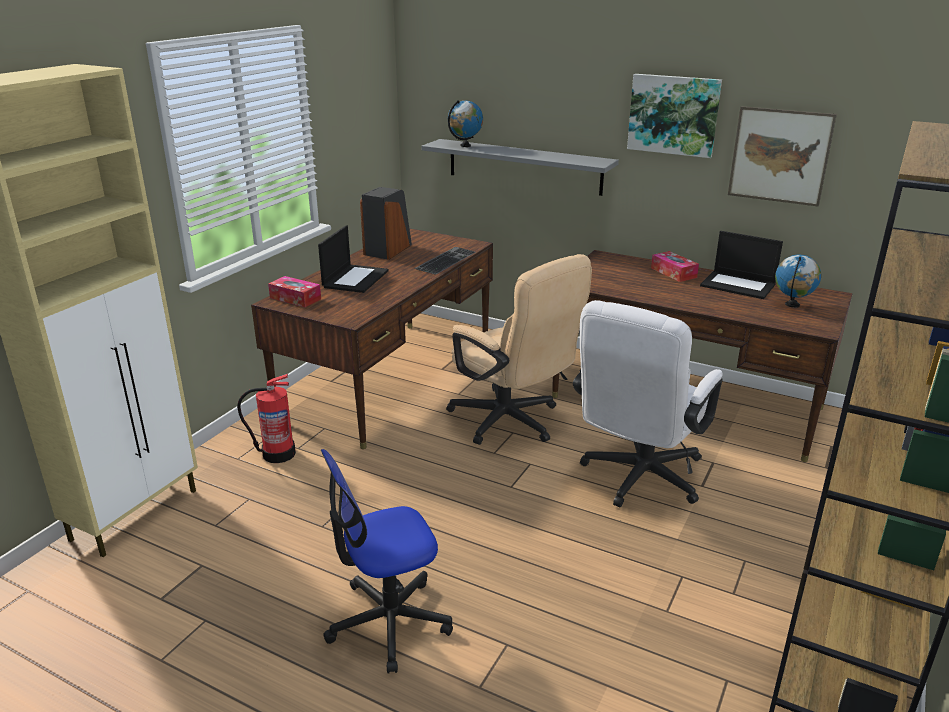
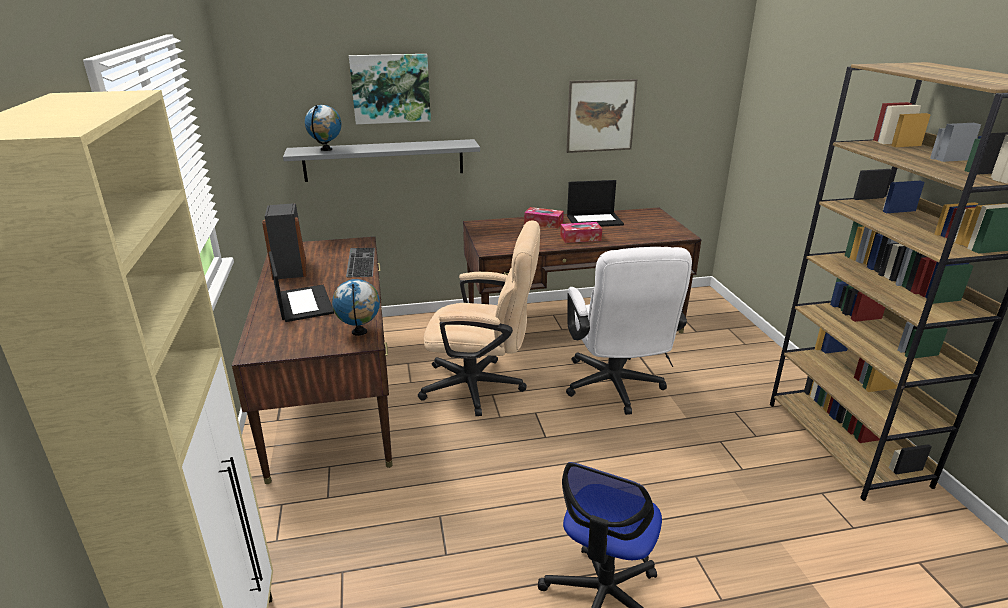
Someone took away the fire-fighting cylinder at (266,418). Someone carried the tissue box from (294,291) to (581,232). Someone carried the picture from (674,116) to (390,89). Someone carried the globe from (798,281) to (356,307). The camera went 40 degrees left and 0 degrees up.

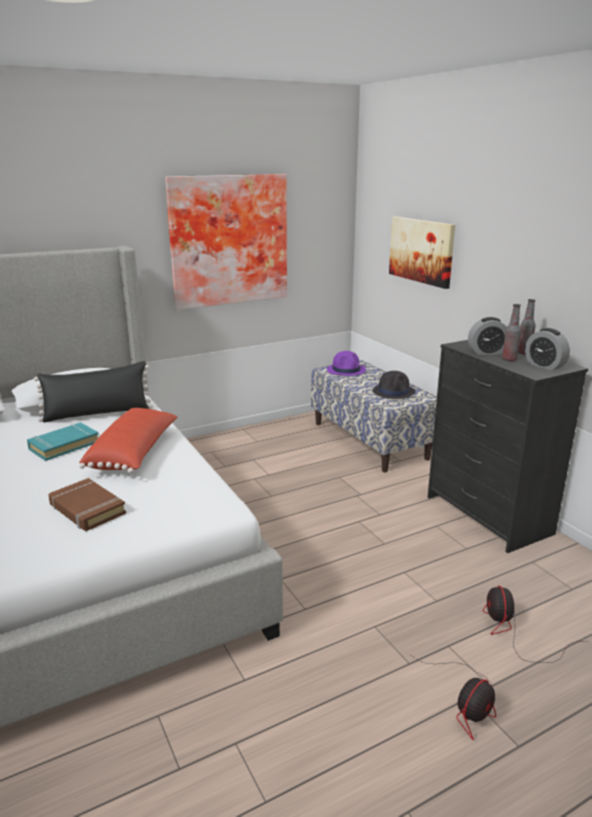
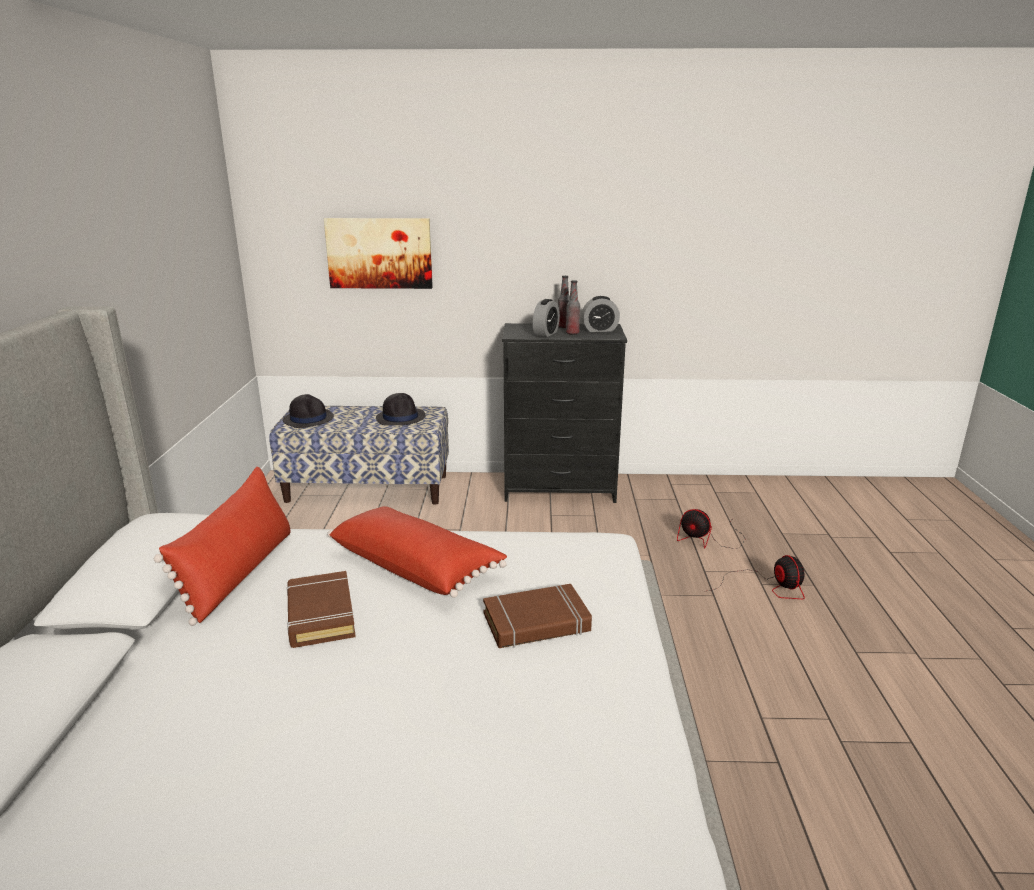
Someone repainted the book (turquoise-coloured) at (63,441), which became the book (brown) at (321,609). Someone repainted the pillow (black-coloured) at (93,391), which became the pillow (red-coloured) at (222,546). Someone took away the picture at (226,242). Someone repainted the wearable hat (purple-coloured) at (346,363), which became the wearable hat (black-coloured) at (308,411). The camera went 60 degrees left and 0 degrees up.

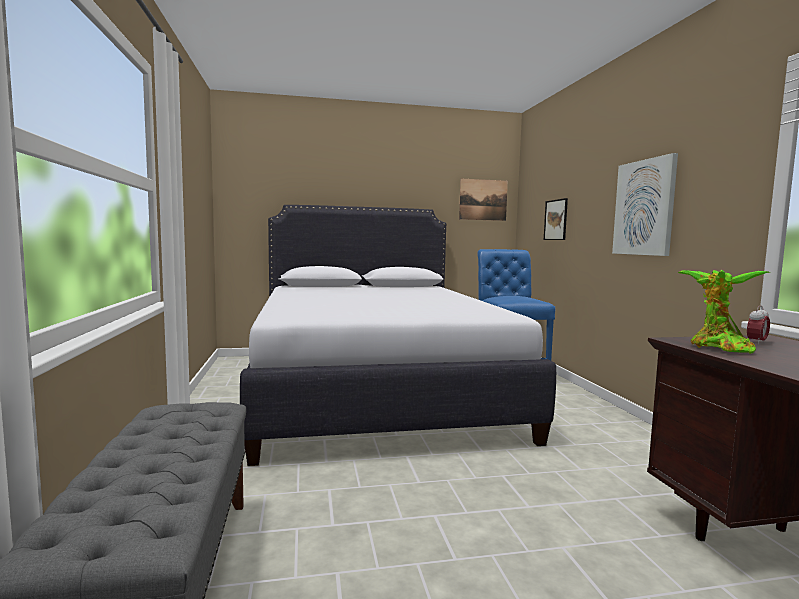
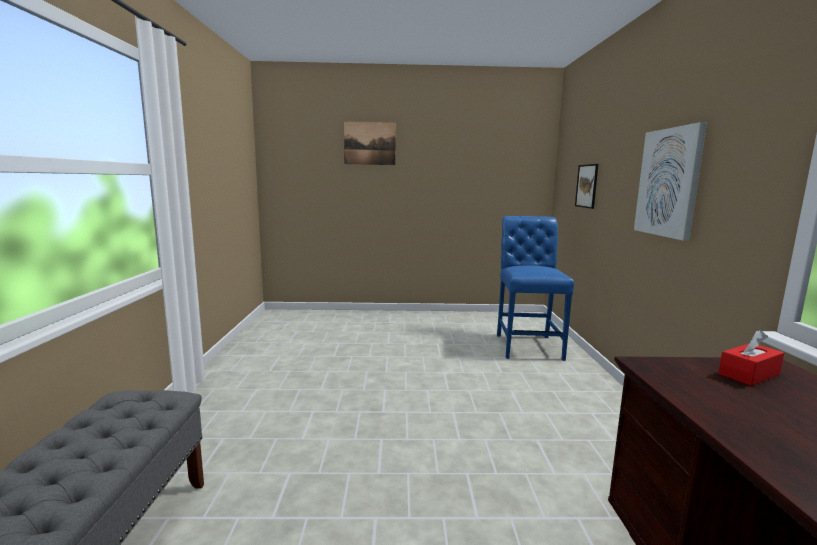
Someone took away the bedroom bed (whitish) at (398,335). Someone carried the picture from (483,200) to (370,143). Someone took away the plant in a pot at (724,312). Someone swapped the bedside clock at (758,325) for the tissue box (red-coloured) at (751,358). The camera went 10 degrees right and 5 degrees up.

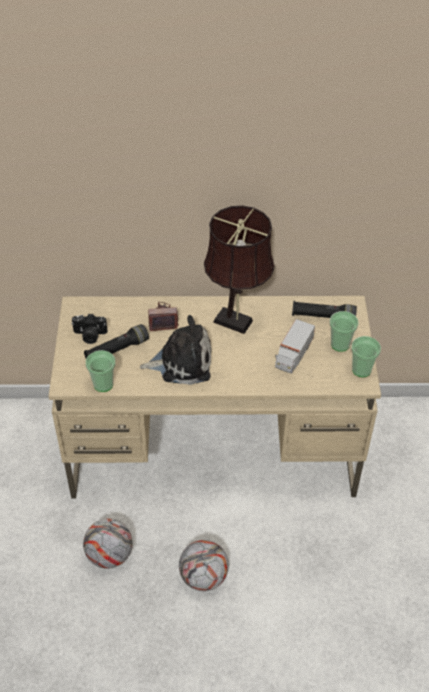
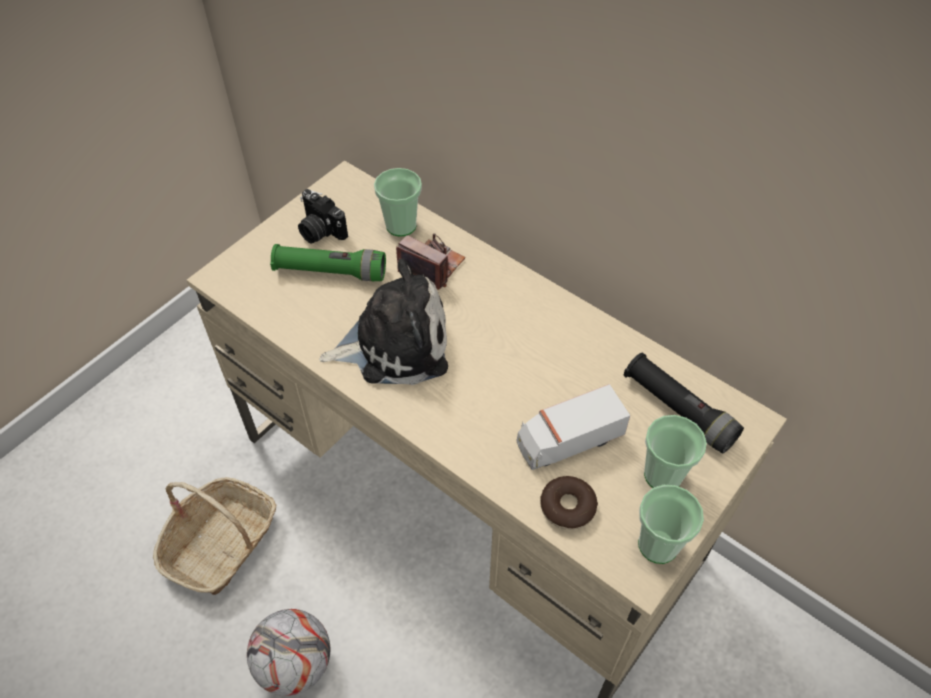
Someone swapped the ball for football at (108,543) for the basket at (214,536). Someone repainted the hand torch (black-coloured) at (116,341), which became the hand torch (green-coloured) at (328,262). Someone carried the cup from (100,371) to (398,202). Someone rotated the plush toy at (175,350) by 45 degrees counterclockwise. Someone took away the lamp for a table (brown) at (239,269). Someone put down the ring doughnut at (569,503). The camera went 40 degrees right and 5 degrees up.

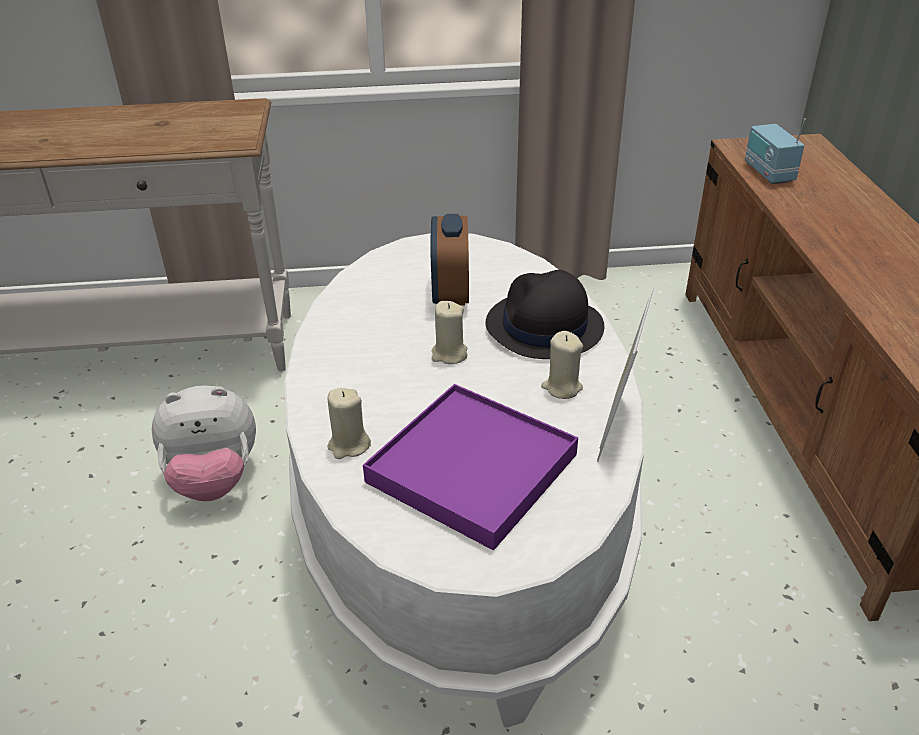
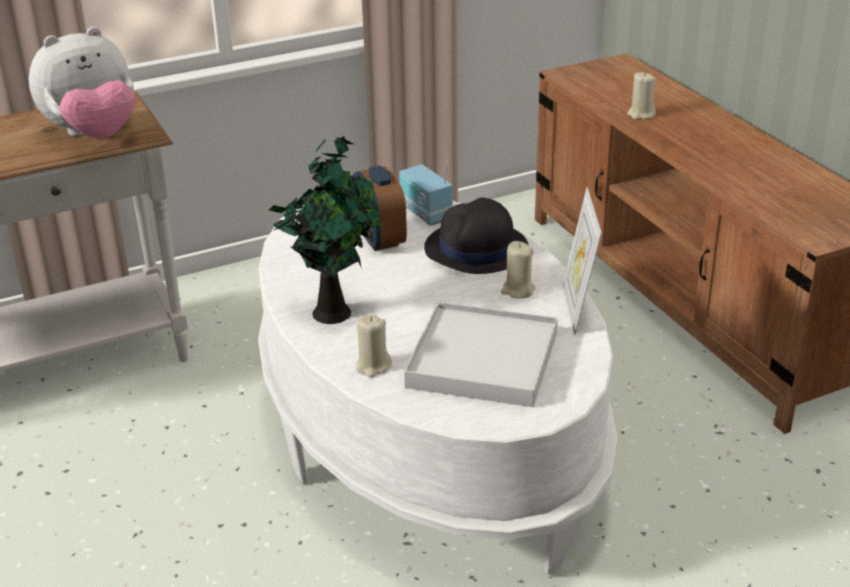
Someone carried the plush toy from (204,443) to (82,83). Someone repainted the serving tray (purple-coloured) at (470,467), which became the serving tray (whitish) at (481,354). Someone carried the wax candle (beige-coloured) from (449,332) to (641,96). Someone carried the radio receiver from (775,151) to (426,193). Someone put down the plant in a pot at (326,230). The camera went 20 degrees left and 5 degrees down.

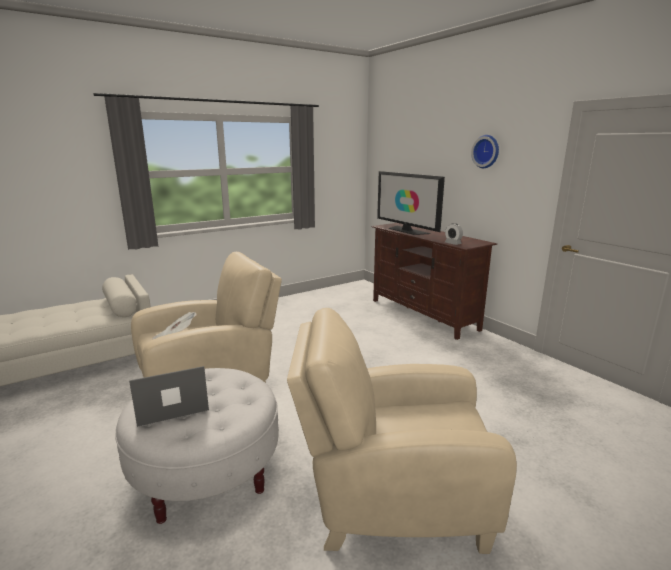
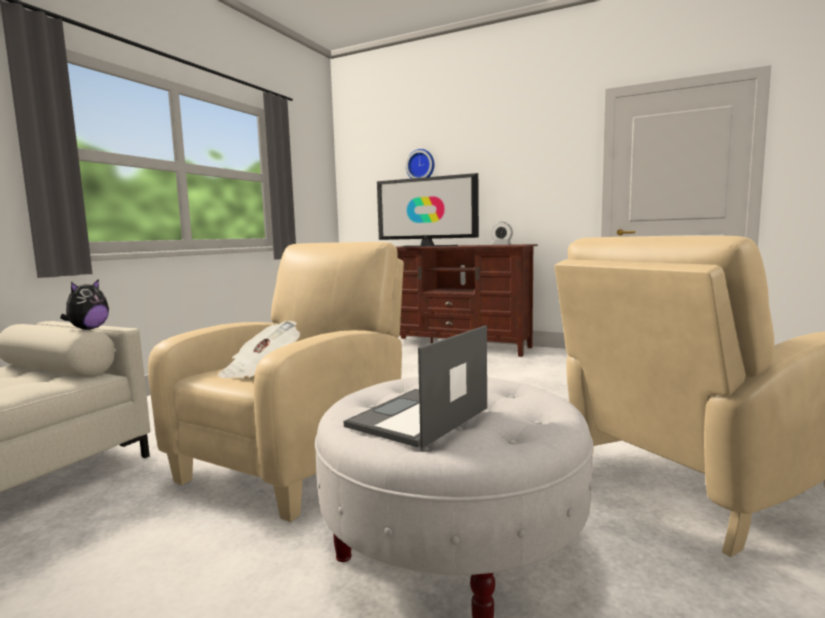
Someone carried the clock on the wall from (485,151) to (420,164). Someone put down the plush toy at (84,304). The camera went 30 degrees left and 10 degrees down.

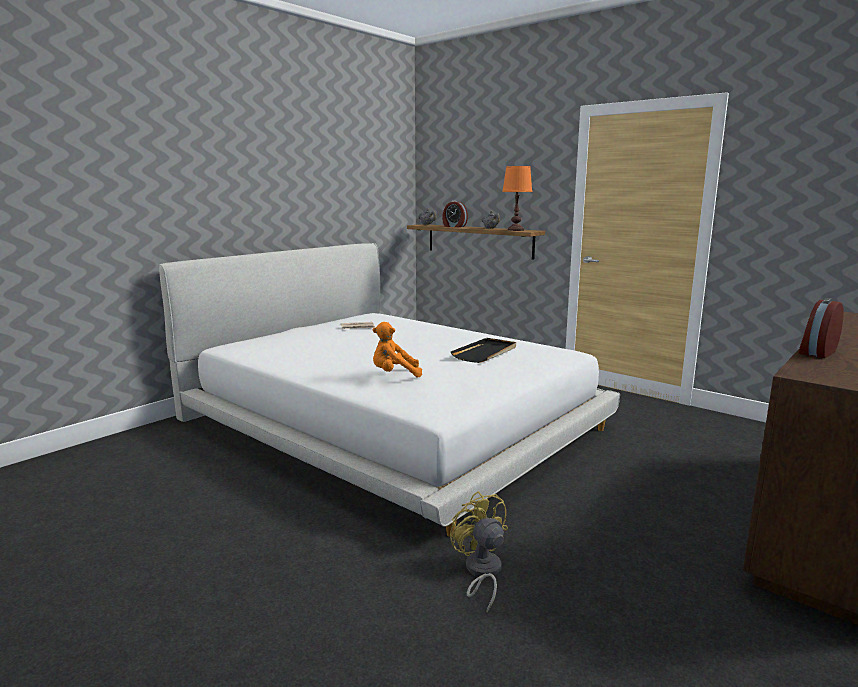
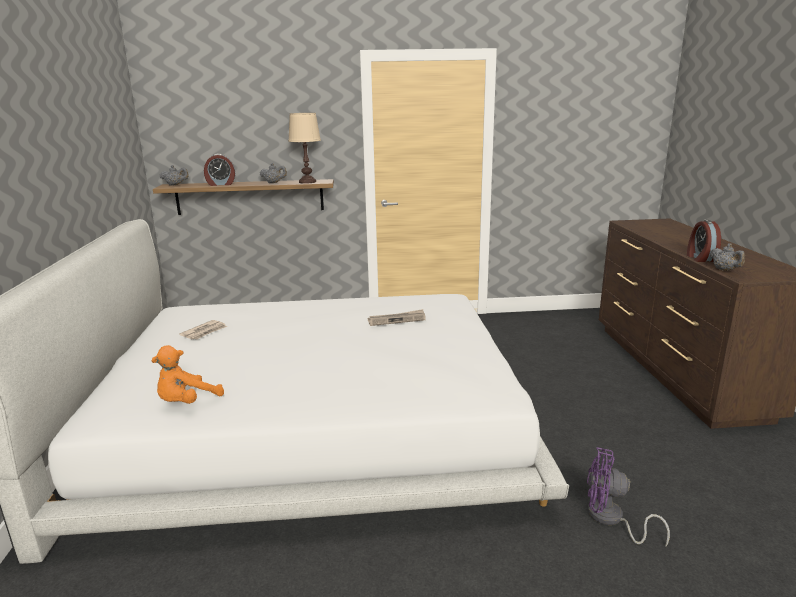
Someone carried the plush toy (orange) from (397,350) to (187,374). Someone repainted the electric fan (yellow-coloured) at (479,551), which became the electric fan (purple-coloured) at (628,497). Someone swapped the serving tray (black-coloured) at (483,350) for the printed paper at (397,317). Someone repainted the lamp for a table (orange) at (517,198), which became the lamp for a table (beige-coloured) at (304,148). Someone put down the tea pot (gray) at (727,257). The camera went 45 degrees left and 5 degrees up.

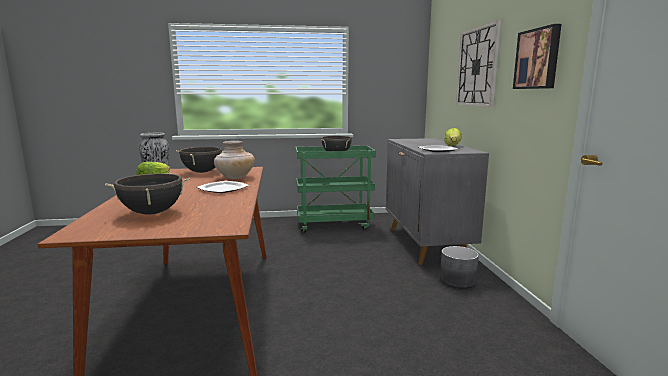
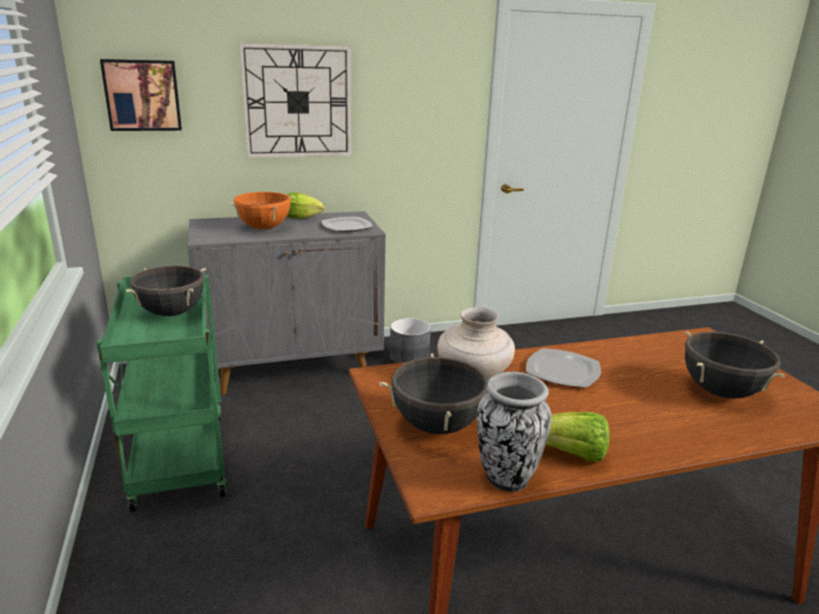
Someone carried the picture from (537,56) to (141,95). Someone put down the stockpot (orange) at (261,210). The camera went 100 degrees left and 10 degrees up.

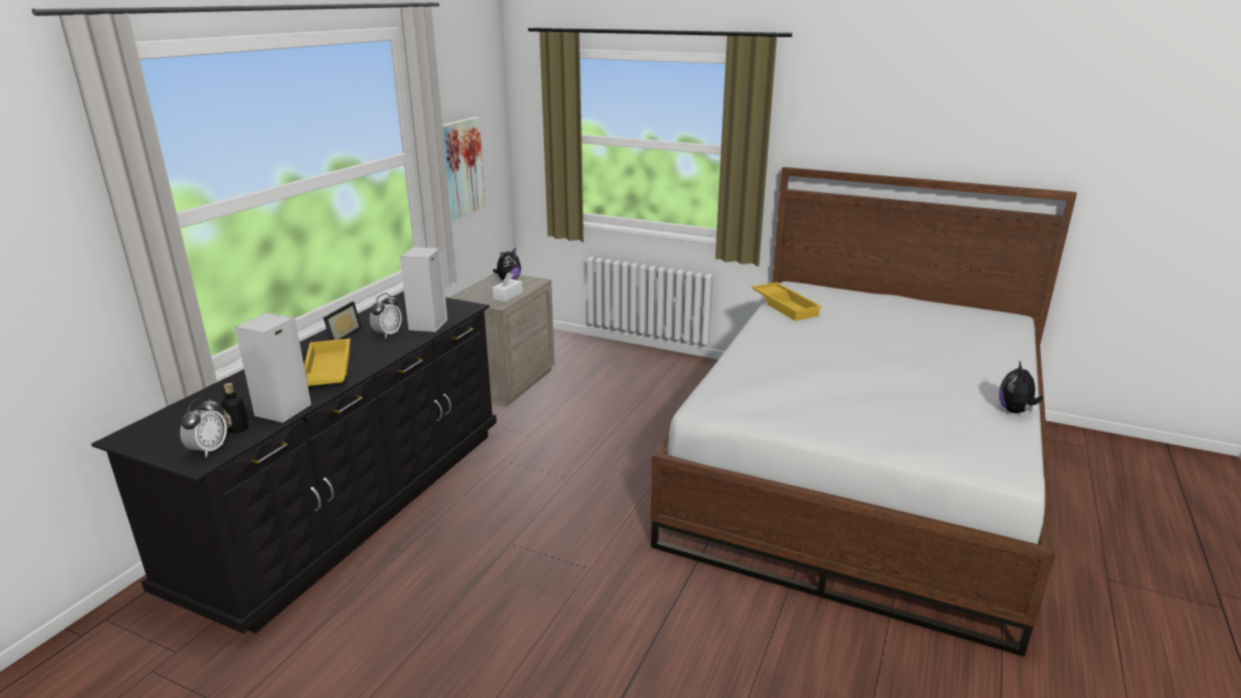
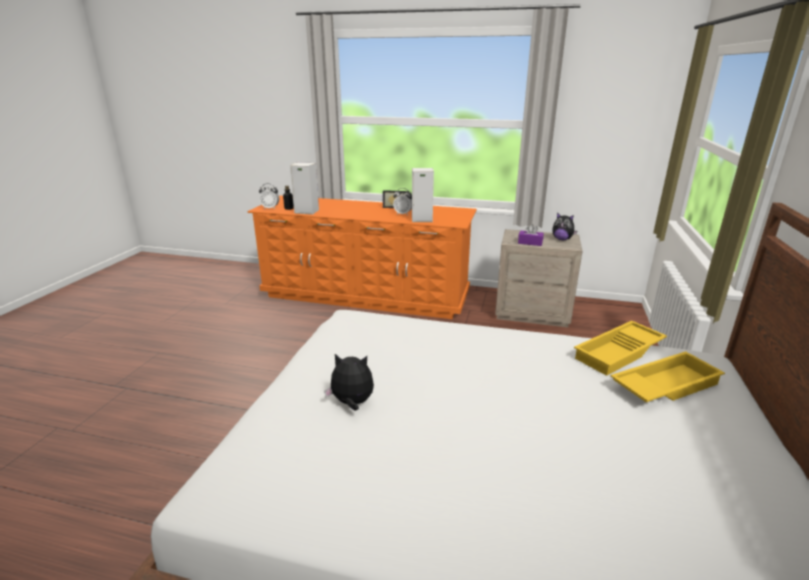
Someone repainted the drawer chest (black-coloured) at (294,462), which became the drawer chest (orange) at (362,257). Someone carried the serving tray (yellow-coloured) from (327,362) to (667,376). Someone took away the picture at (464,169). Someone repainted the tissue box (whitish) at (507,287), which became the tissue box (purple-coloured) at (531,235). Someone carried the plush toy from (1021,386) to (349,382). The camera went 80 degrees right and 0 degrees up.

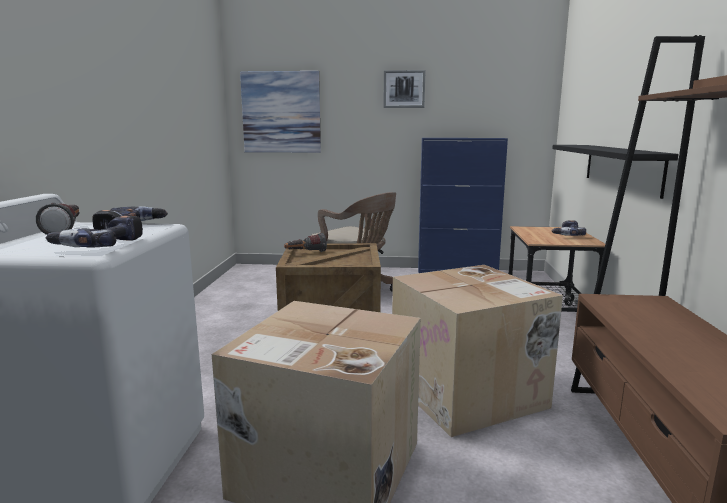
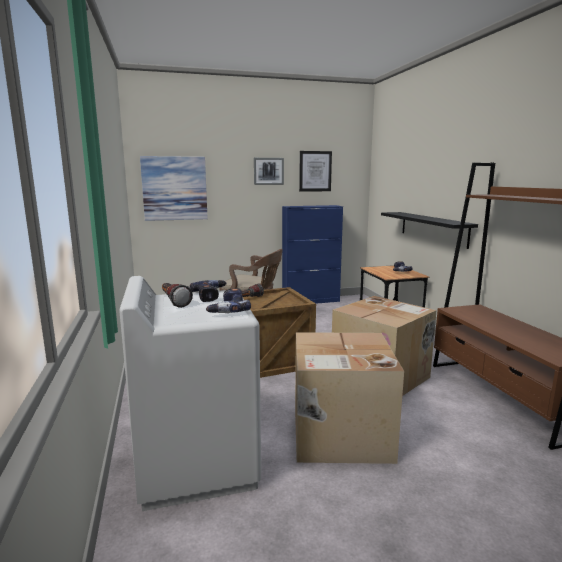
Someone put up the picture at (315,171). The camera went 20 degrees left and 0 degrees up.

